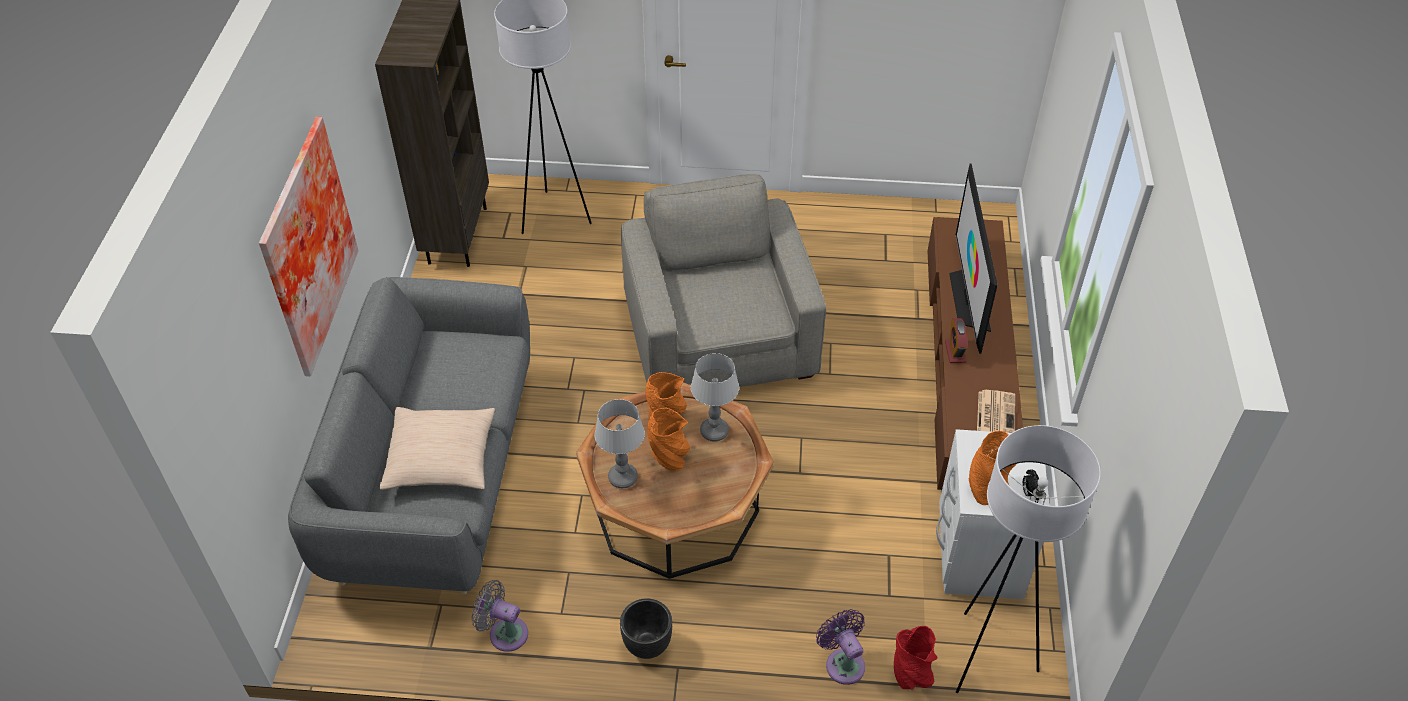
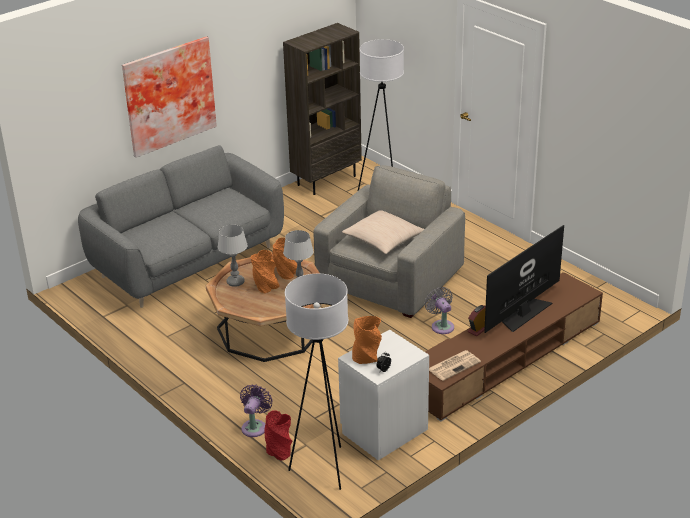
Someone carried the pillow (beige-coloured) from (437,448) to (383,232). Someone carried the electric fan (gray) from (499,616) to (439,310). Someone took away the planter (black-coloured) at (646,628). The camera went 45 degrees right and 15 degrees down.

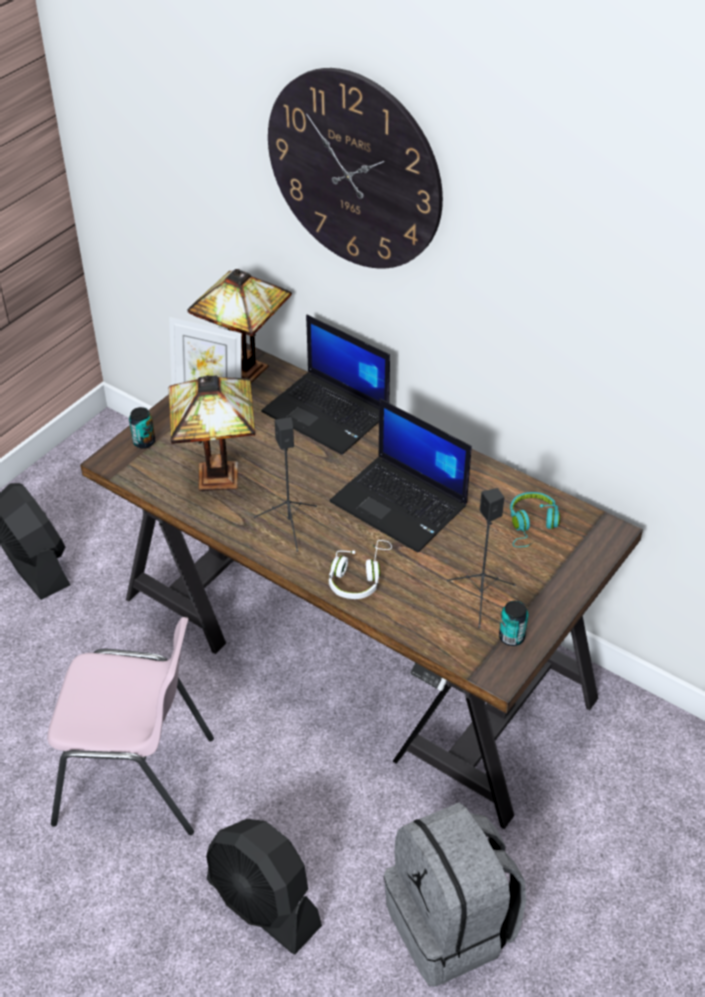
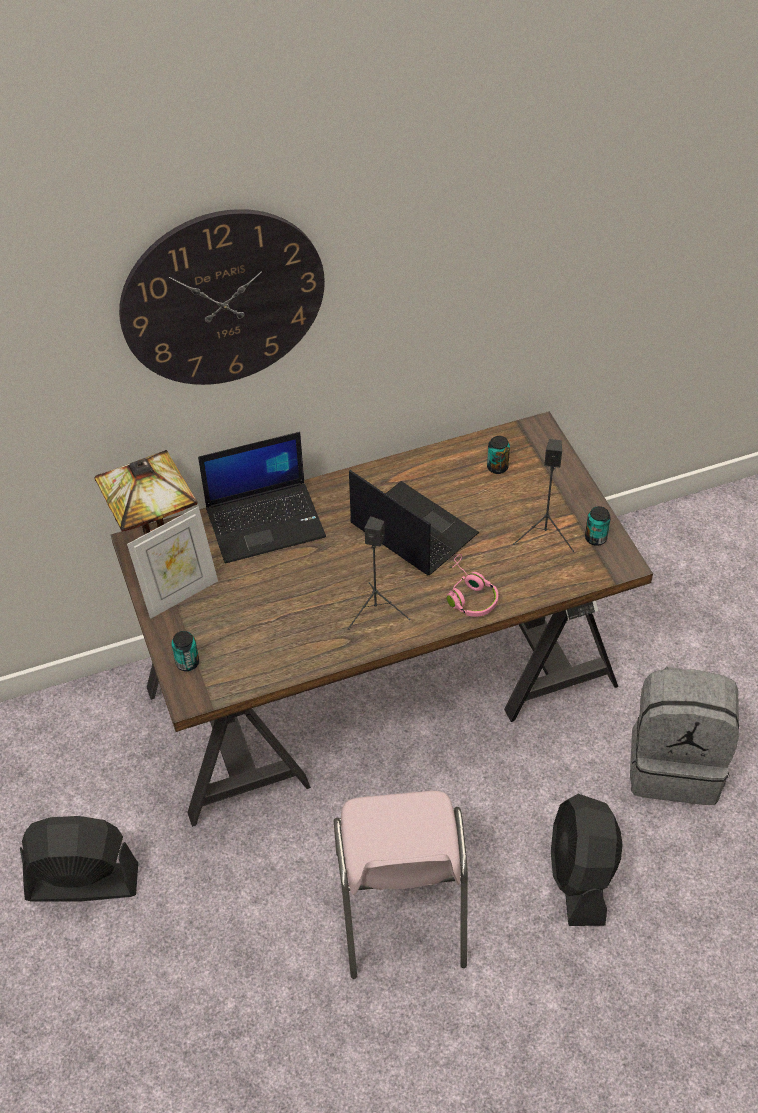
Someone rotated the chair (pink-coloured) at (130,726) by 135 degrees clockwise. Someone took away the lamp for a table at (212,433). Someone rotated the electric fan (black-coloured) at (264,886) by 105 degrees clockwise. Someone rotated the notebook computer at (400,476) by 120 degrees counterclockwise. Someone repainted the headset (whitish) at (360,569), which became the headset (pink-coloured) at (472,585). Someone swapped the headset (turquoise-coloured) at (535,519) for the metal can at (498,455). The camera went 55 degrees left and 5 degrees up.

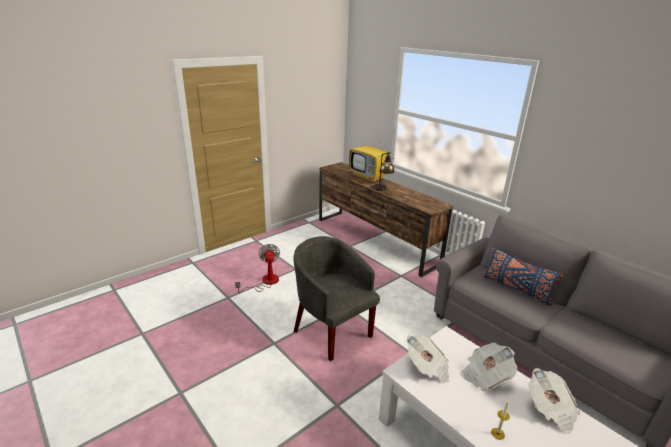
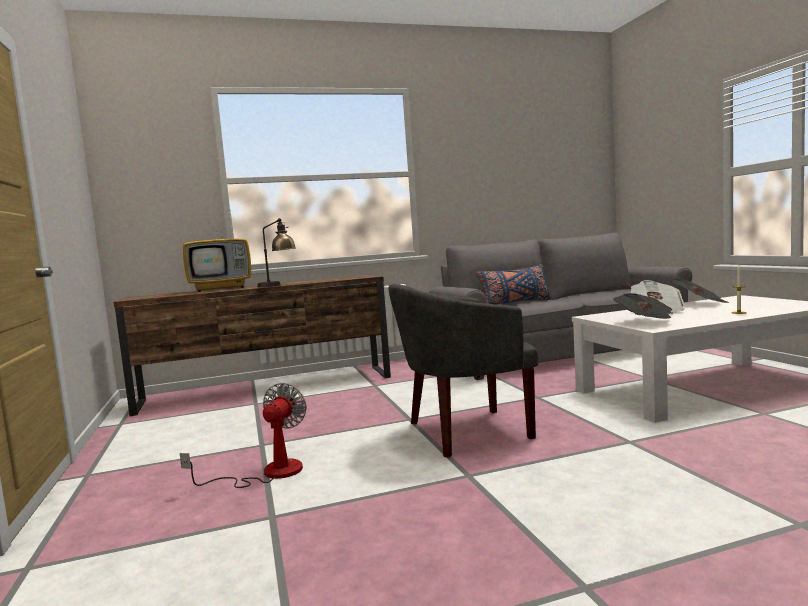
Someone rotated the electric fan at (257,268) by 90 degrees clockwise. The camera went 65 degrees left and 20 degrees down.

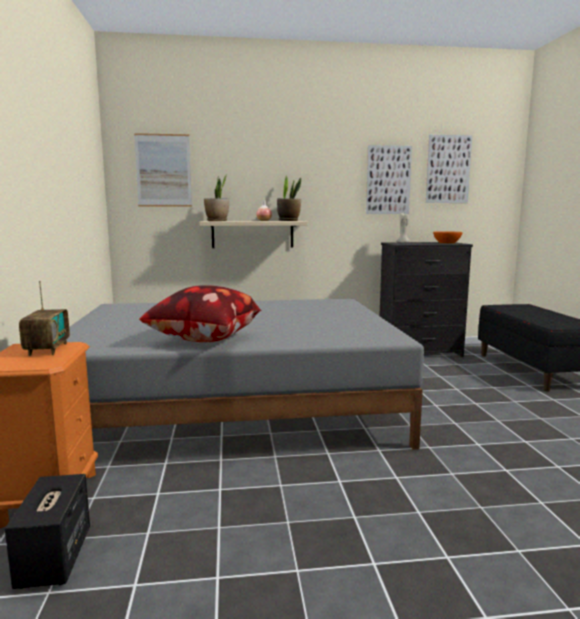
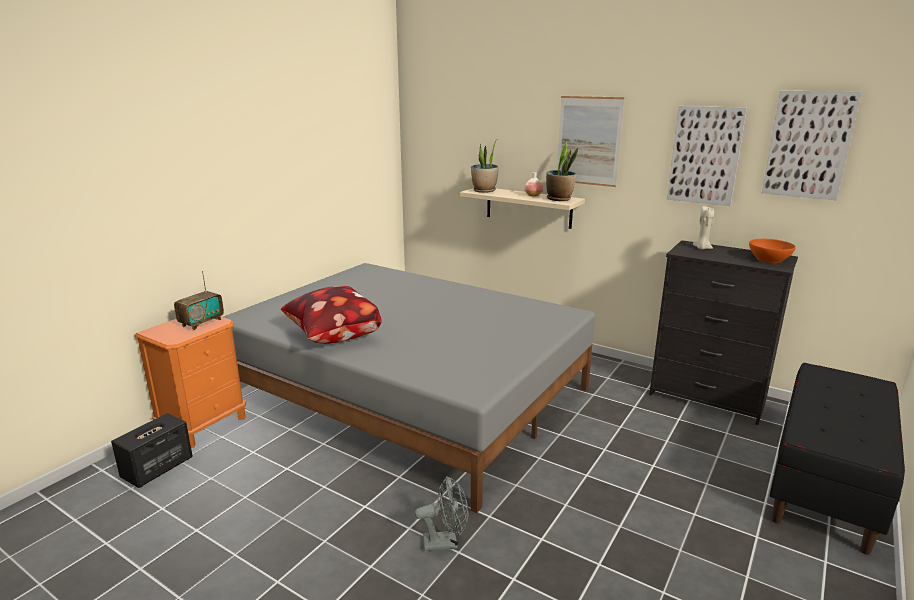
Someone carried the picture from (163,170) to (591,141). Someone put down the electric fan (gray) at (441,513). The camera went 40 degrees right and 10 degrees up.

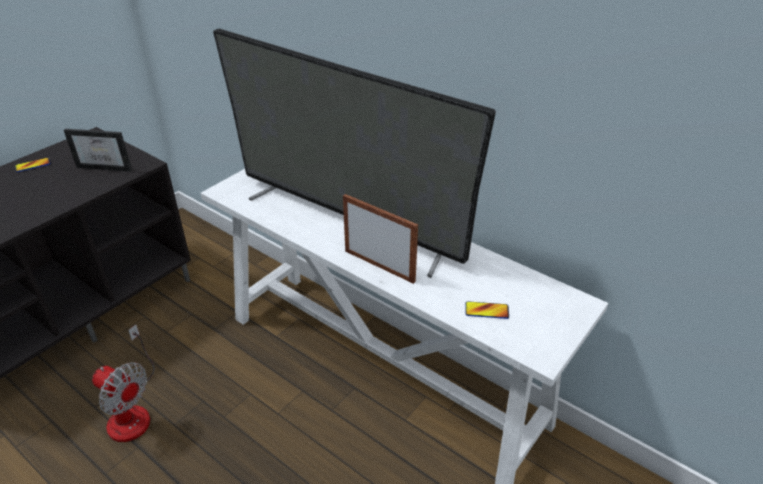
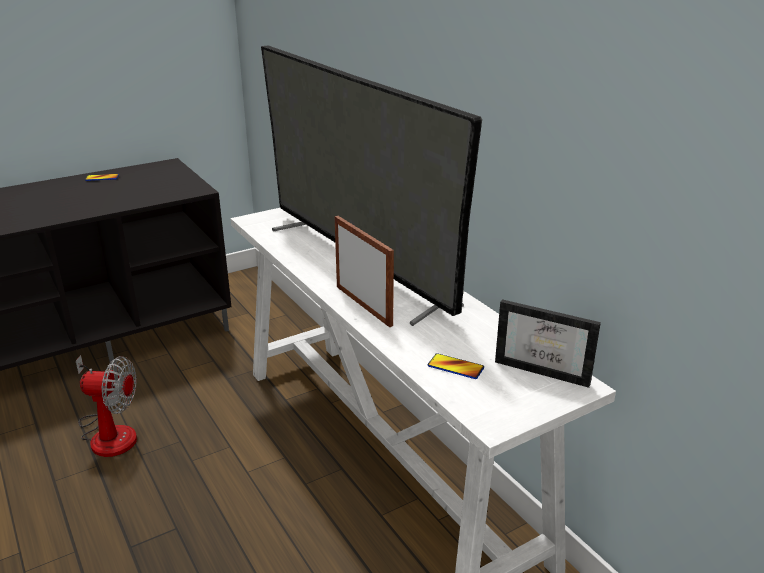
Someone carried the picture frame from (98,150) to (548,343). Someone rotated the electric fan at (123,383) by 45 degrees counterclockwise. The camera went 20 degrees right and 10 degrees down.

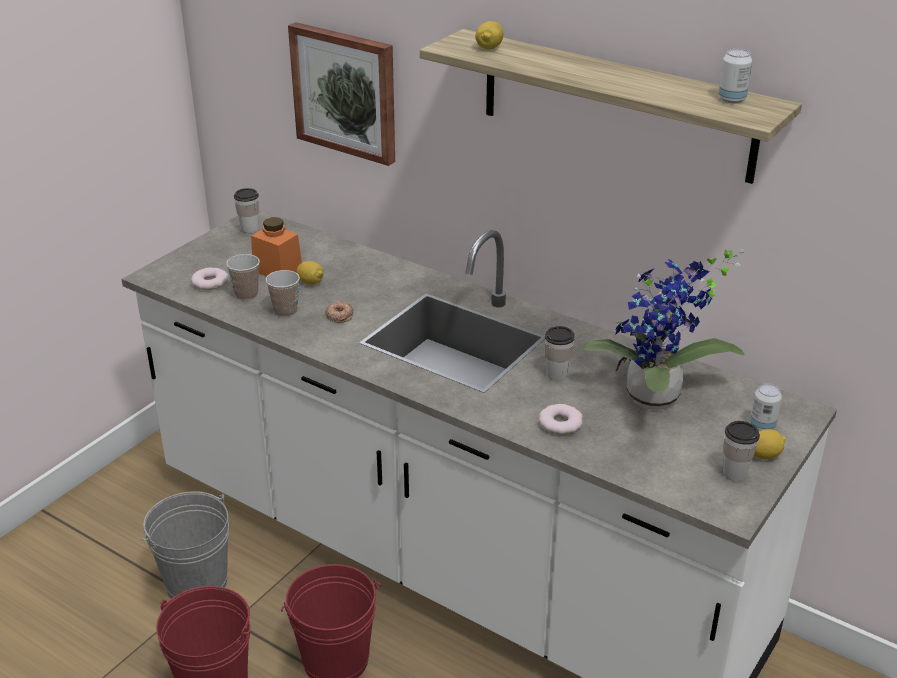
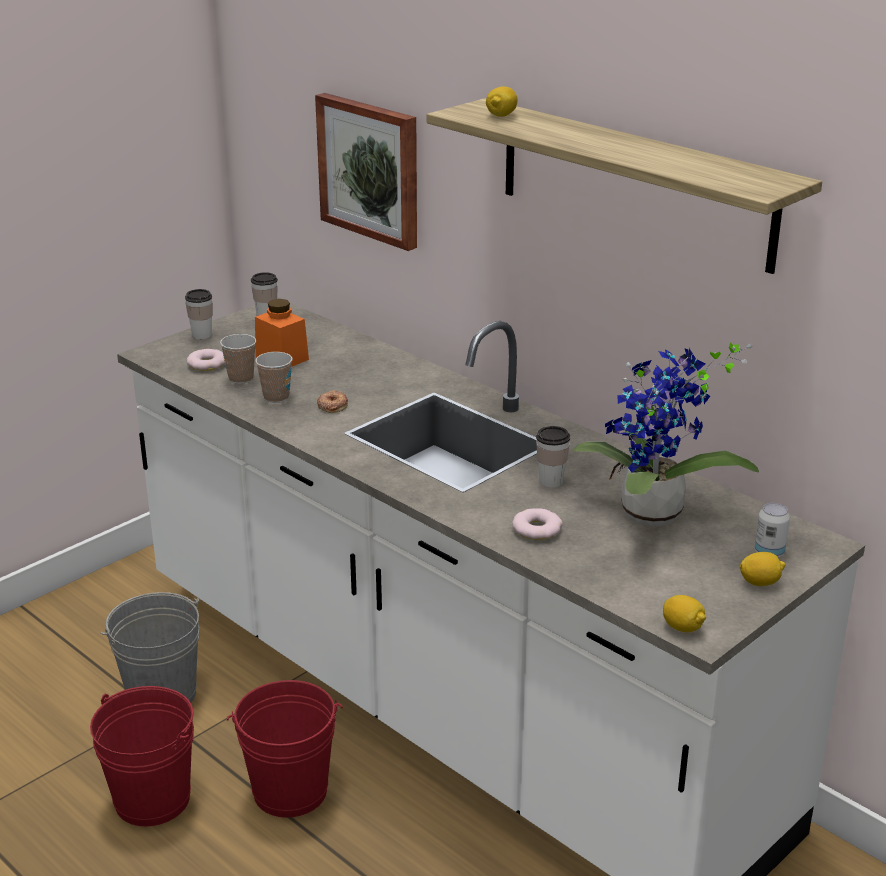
Someone carried the citrus fruit from (310,273) to (684,613). Someone took away the metal can at (735,76). Someone carried the cup from (741,451) to (199,314). The camera went 10 degrees right and 5 degrees down.

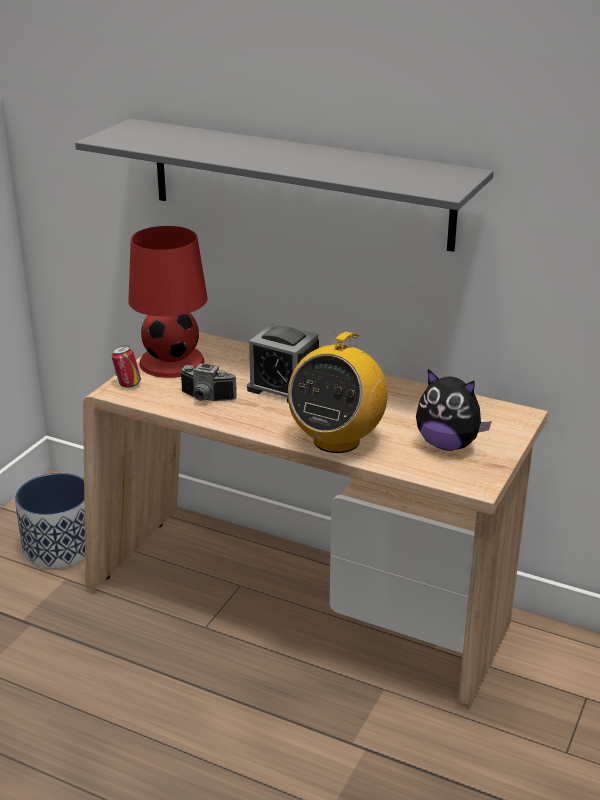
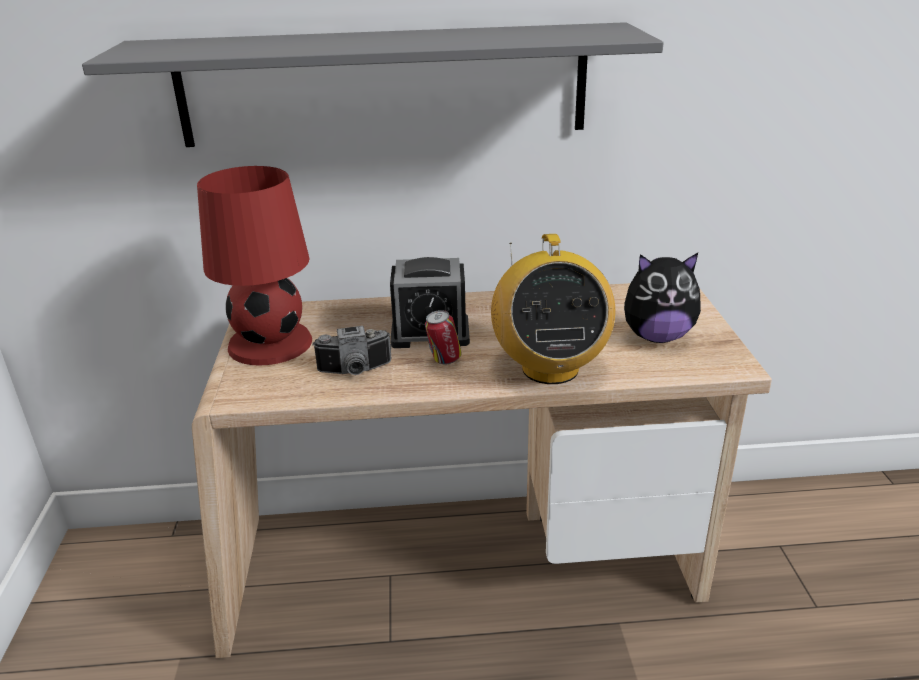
Someone took away the planter at (50,521). Someone carried the metal can from (126,366) to (443,337). The camera went 30 degrees left and 0 degrees up.

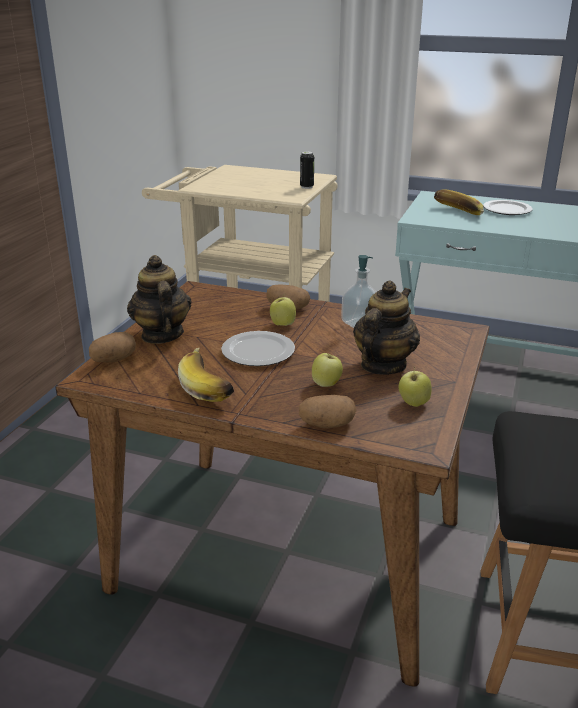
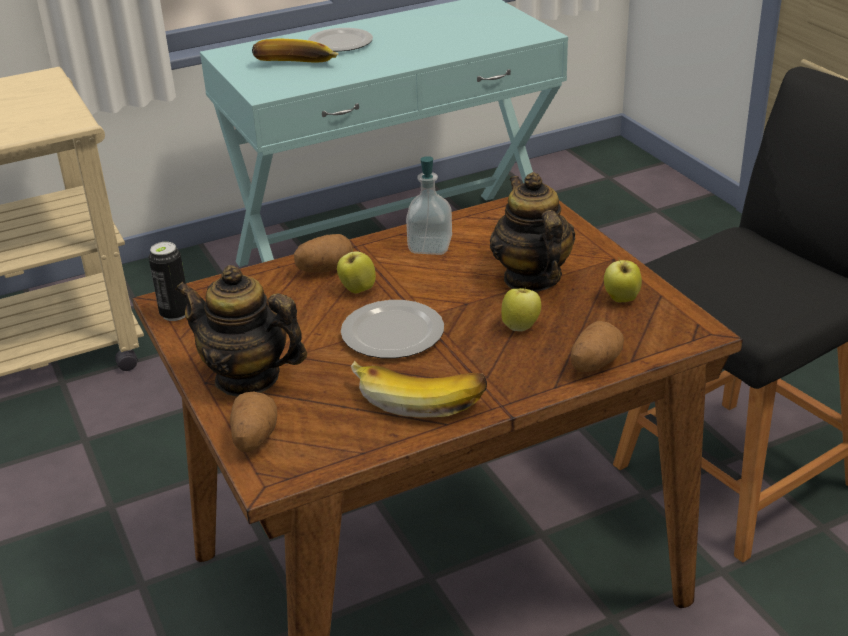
Someone carried the metal can from (307,170) to (168,281). The camera went 45 degrees left and 5 degrees up.

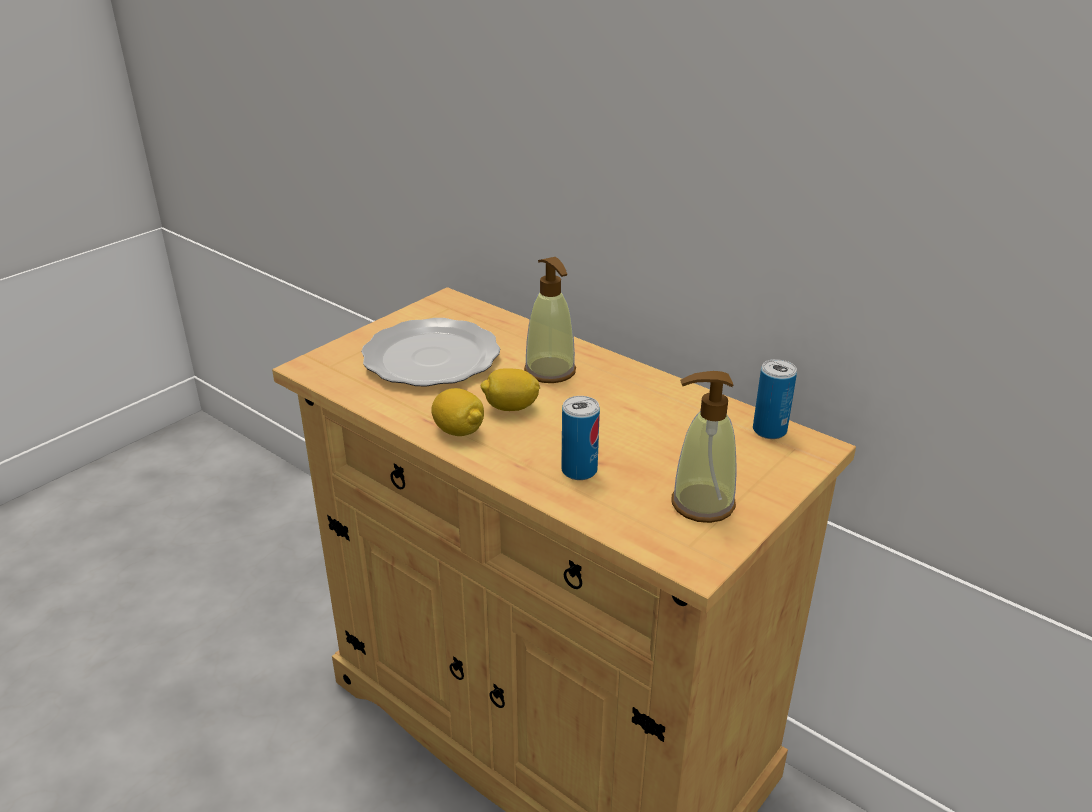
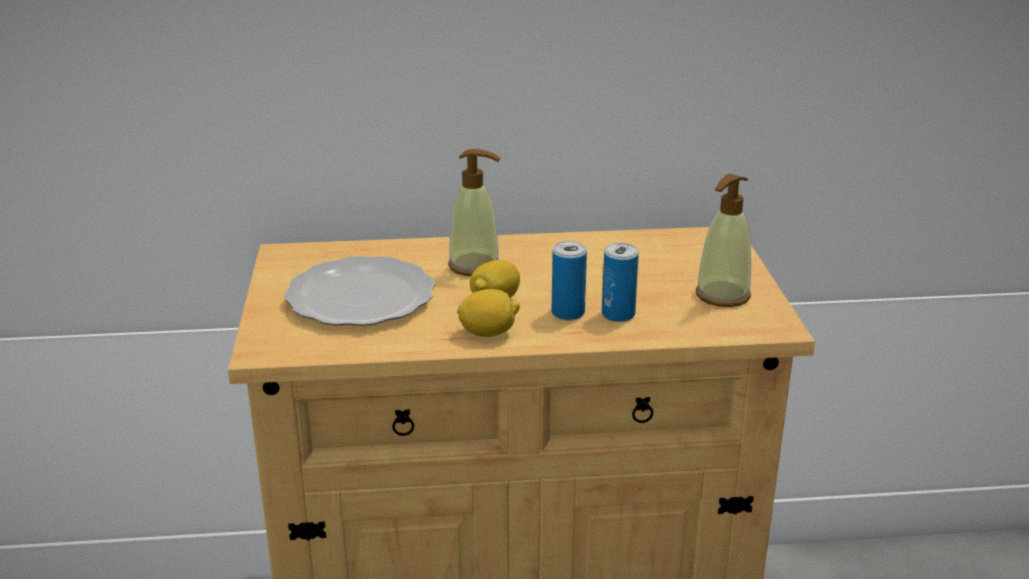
Someone carried the metal can from (775,399) to (569,280). The camera went 45 degrees left and 5 degrees down.

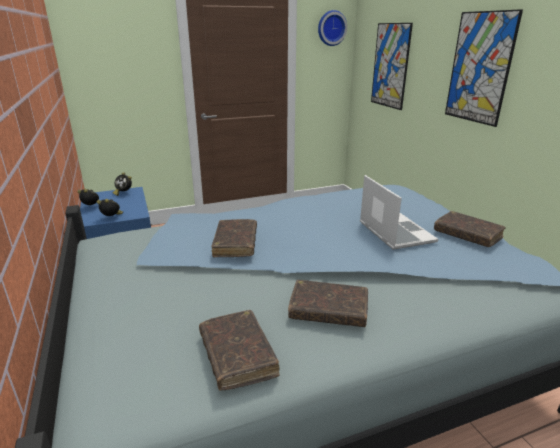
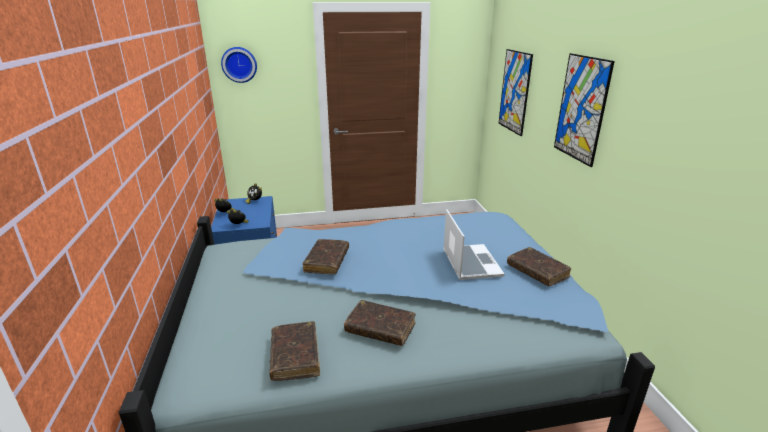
Someone carried the clock on the wall from (332,28) to (239,65). The camera went 10 degrees right and 0 degrees up.

